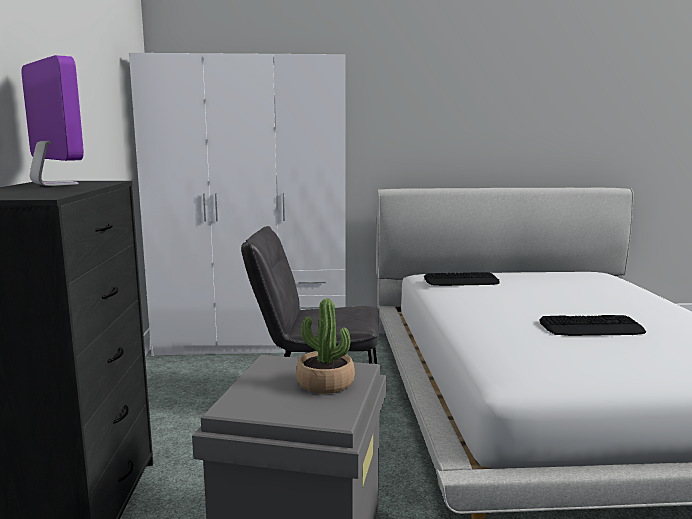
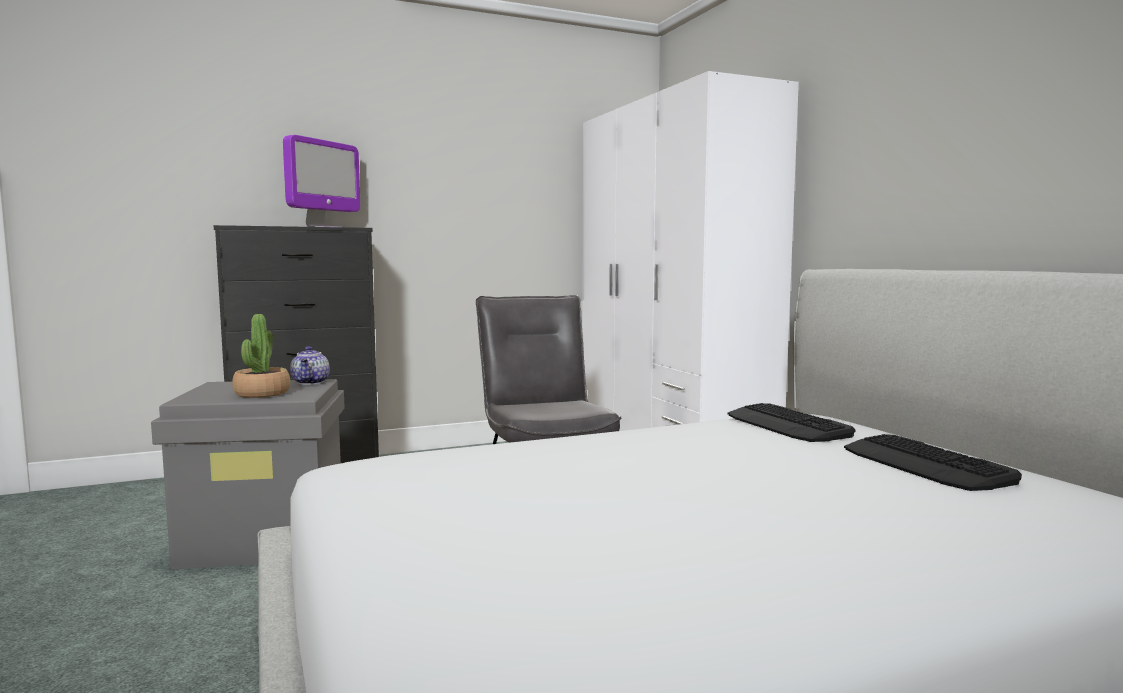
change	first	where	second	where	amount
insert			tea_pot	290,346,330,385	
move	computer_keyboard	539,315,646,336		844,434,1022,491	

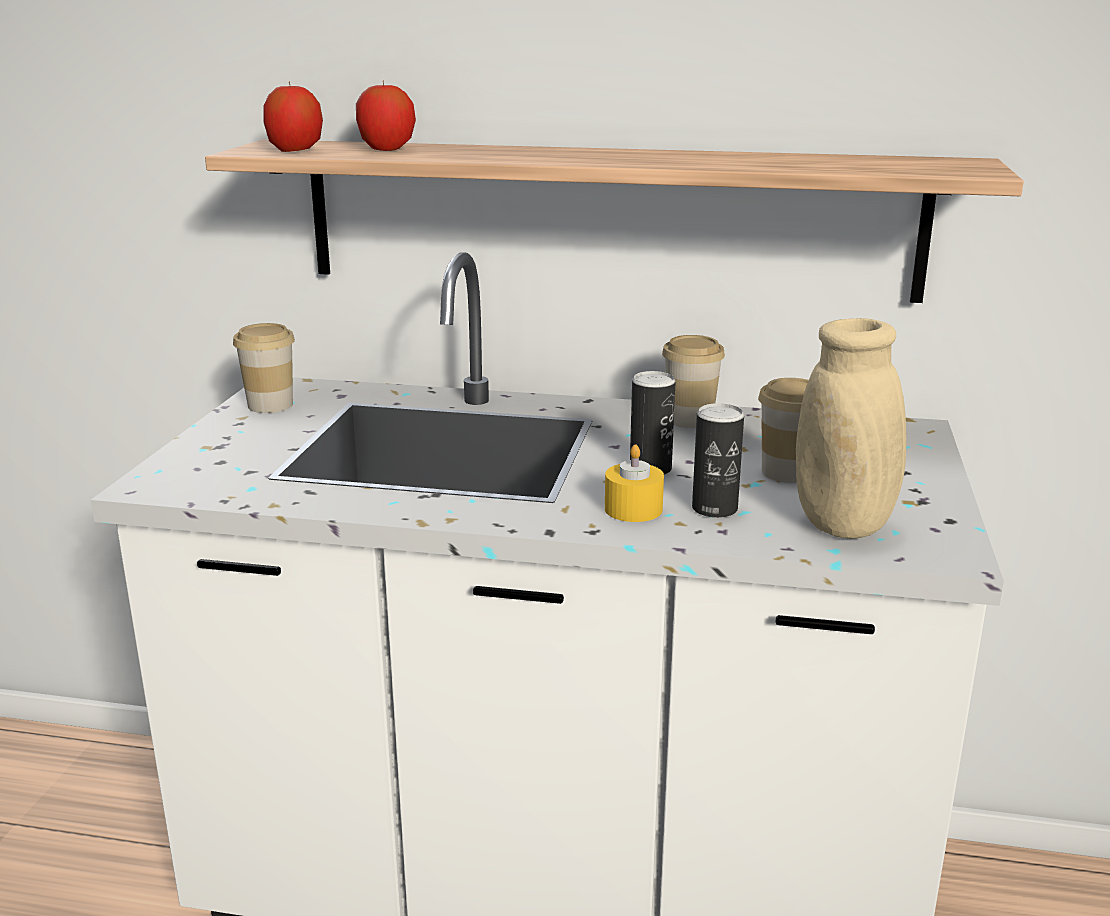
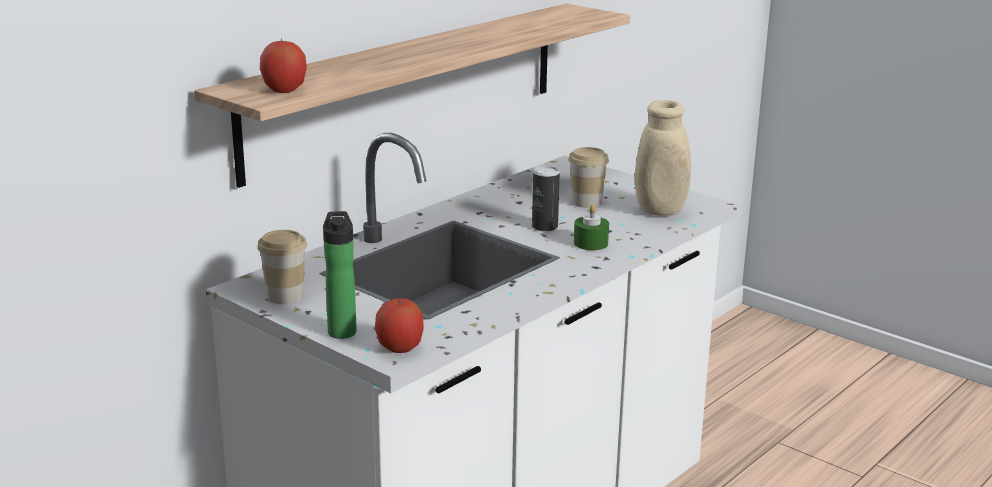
change	first	where	second	where	amount
insert			bottle	323,211,357,339	
move	whole_apple	356,81,416,151		375,298,424,353	
recolor	yellow-coloured_candle	605,444,664,522	greenish_candle	574,205,609,250	
delete	small_cup	662,335,725,428			
delete	metal_can	692,403,744,518			

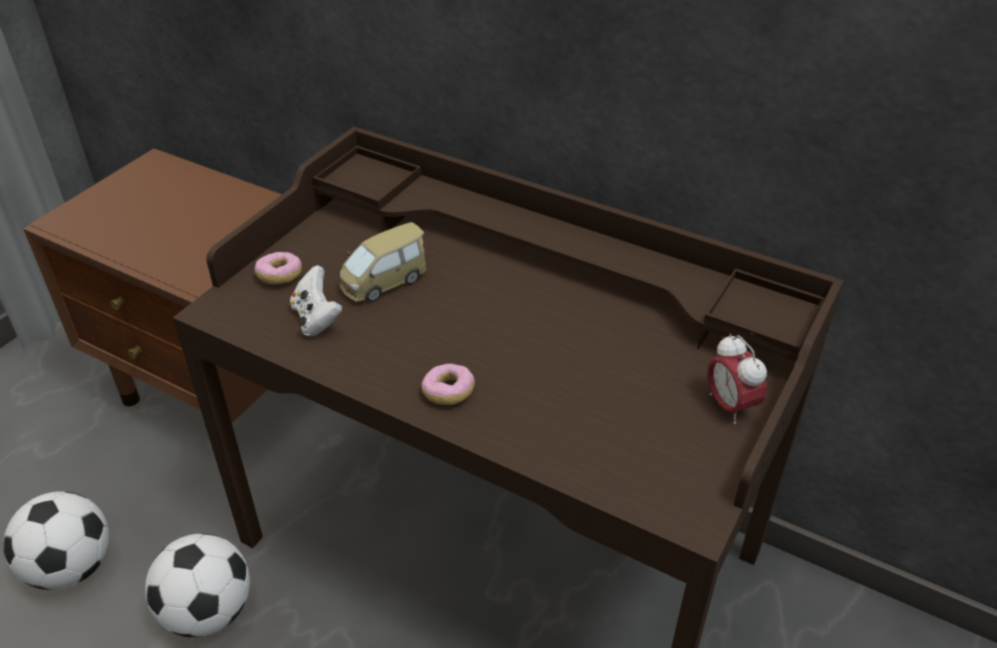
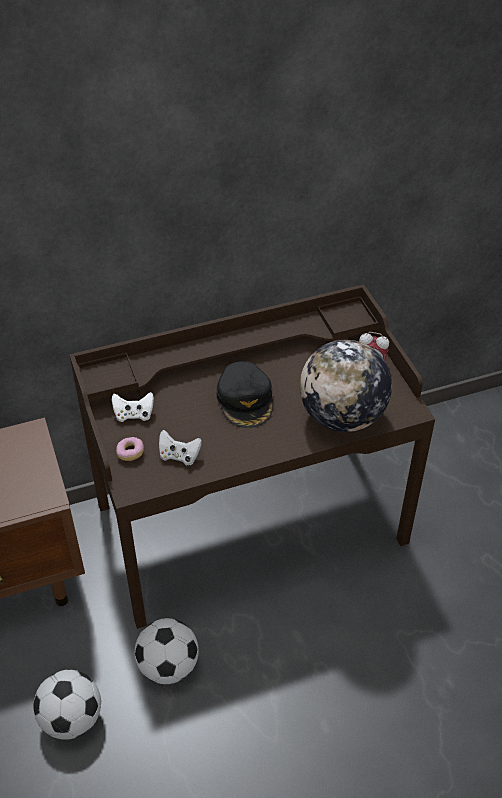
change	first	where	second	where	amount
insert			whitish_joypad	112,392,154,422	
insert			black-coloured_cap	216,361,273,428	
insert			world_globe	300,340,392,432	
delete	toy_car	340,222,426,302			
delete	doughnut	421,364,475,405			

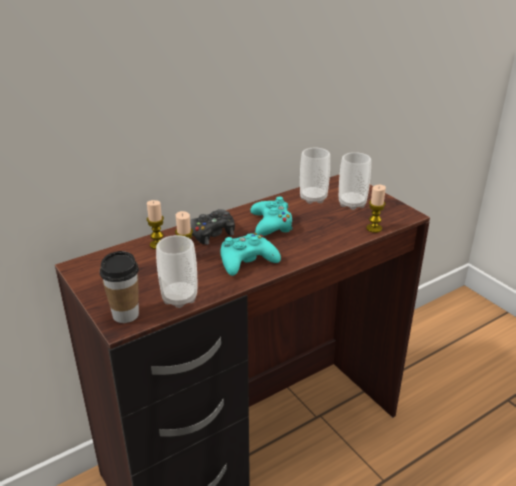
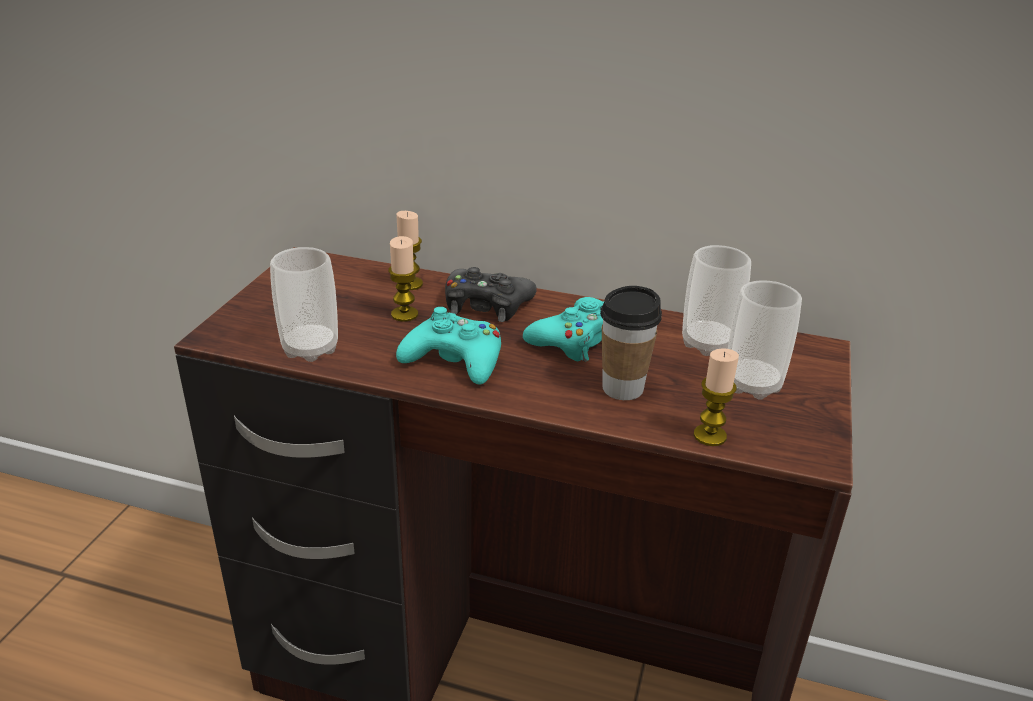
change	first	where	second	where	amount
move	small_cup	100,251,139,323		600,286,662,400	

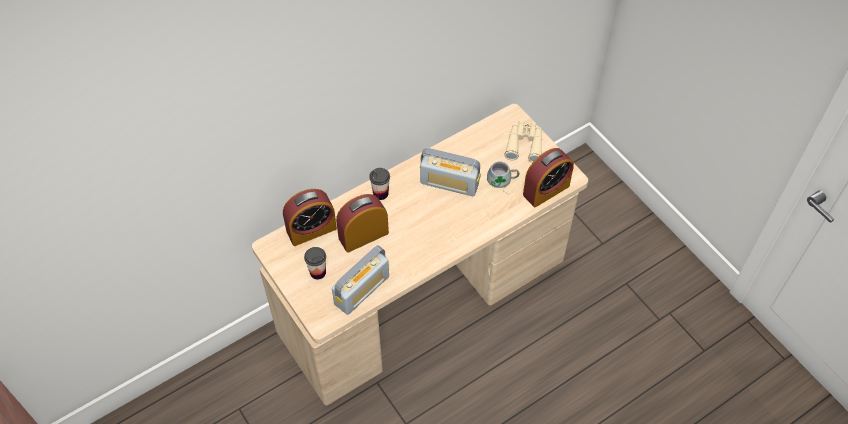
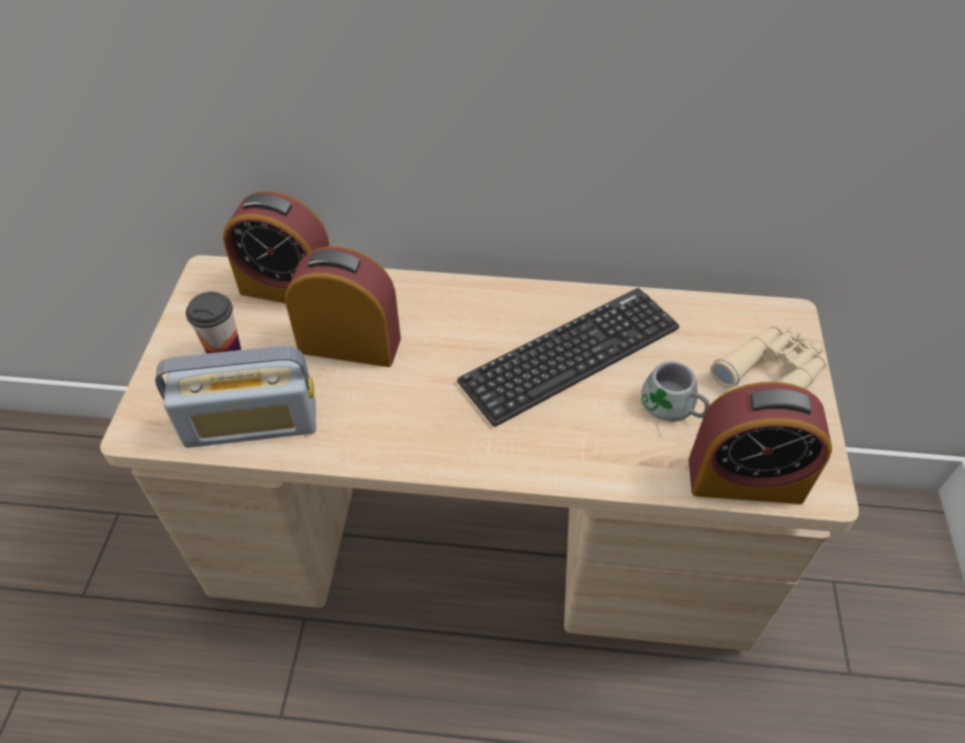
change	first	where	second	where	amount
replace	radio_set	420,148,481,196	computer_keyboard	457,288,679,427	
delete	small_cup	369,168,390,200			

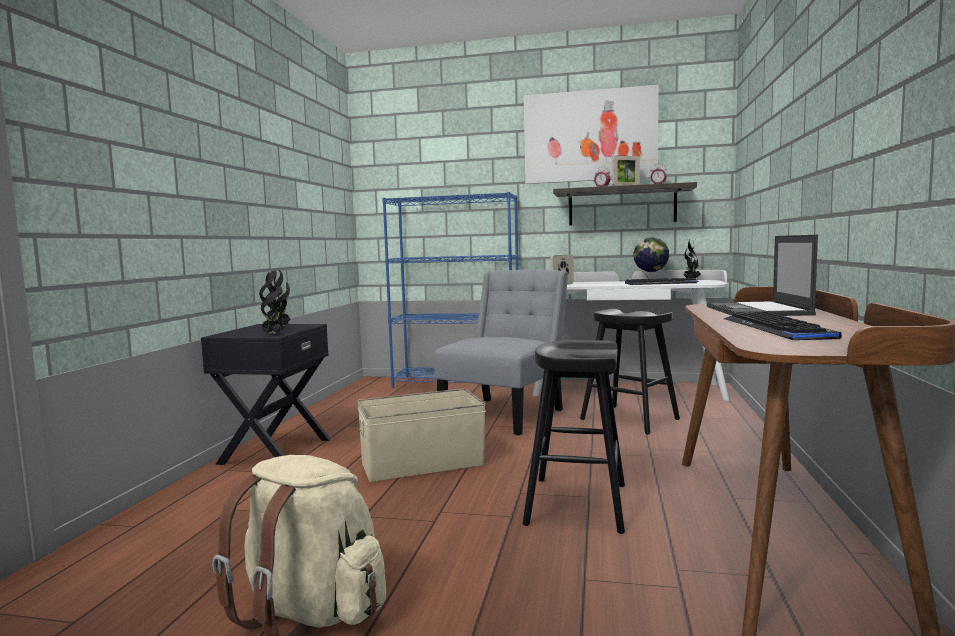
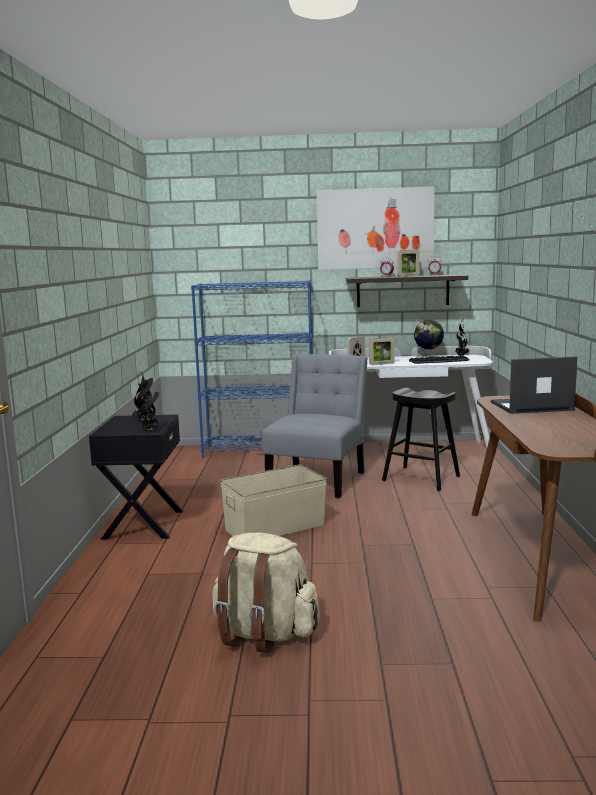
change	first	where	second	where	amount
insert			picture_frame	369,337,395,365	
rotate	notebook_computer	707,235,818,316		491,357,577,414	90 degrees clockwise
delete	black-coloured_sitting_stool	523,340,625,534			
delete	computer_keyboard	724,312,842,340			

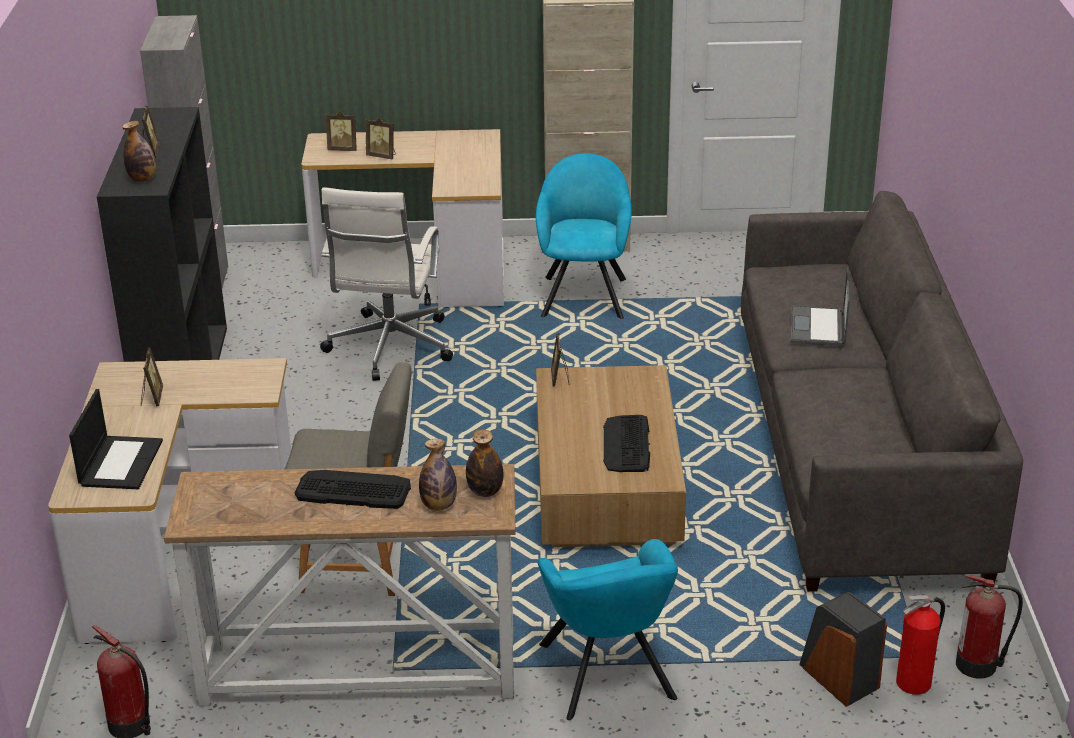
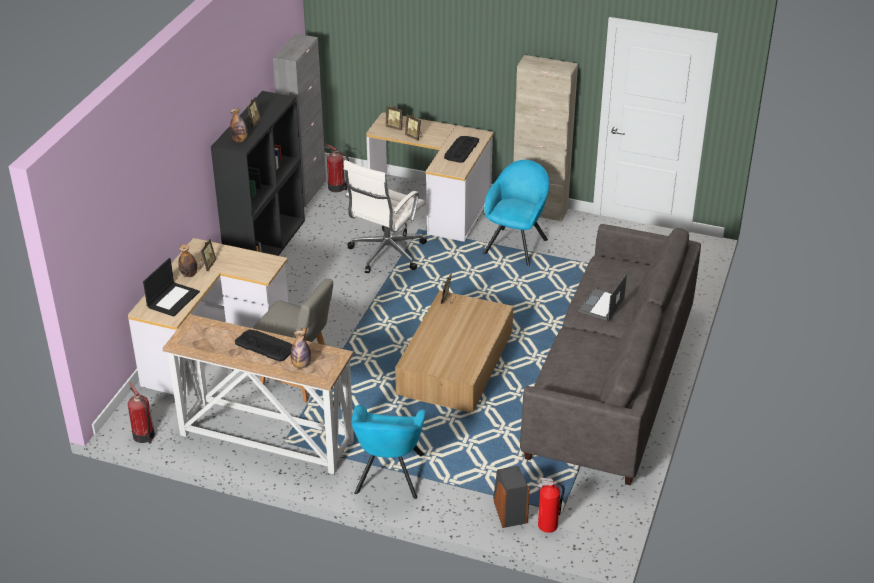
change	first	where	second	where	amount
move	bottle	466,429,503,497		178,244,197,277	
move	fire-fighting_cylinder	956,574,1023,679		325,143,349,192	
move	computer_keyboard	603,415,650,472		444,136,479,163	

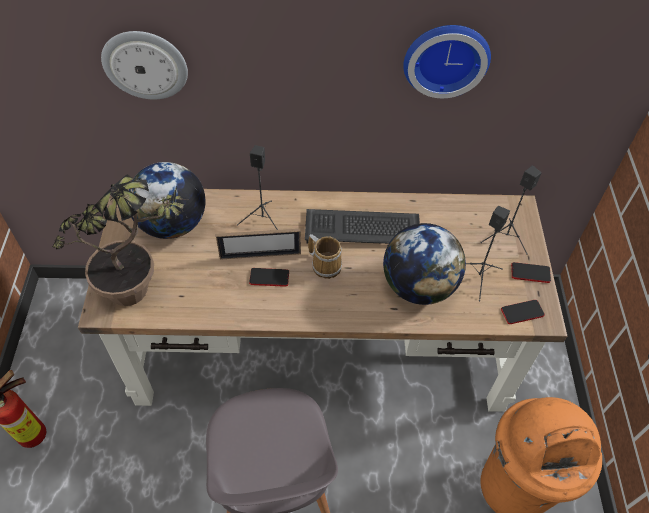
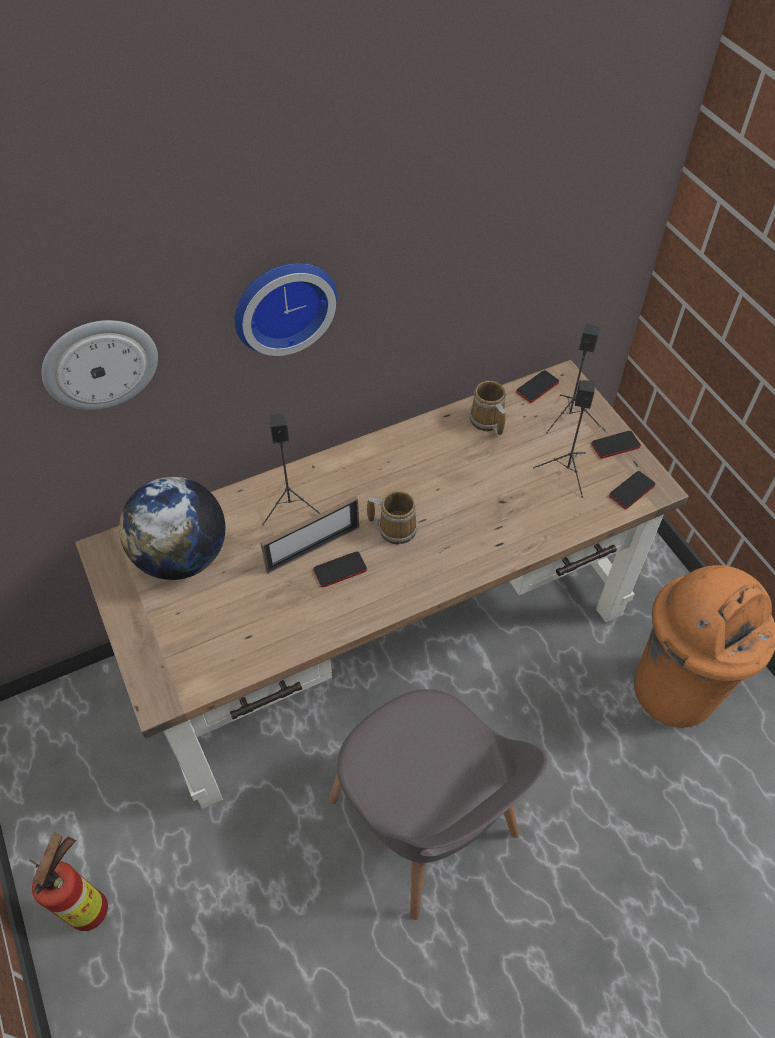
change	first	where	second	where	amount
move	hanging_clock	403,25,491,98		235,263,337,356	
insert			coffee_mug	470,381,506,435	
insert			telephone	516,370,559,403	
delete	houseplant	53,174,191,306			
delete	computer_keyboard	305,209,420,244			
delete	world_globe	383,223,466,305			

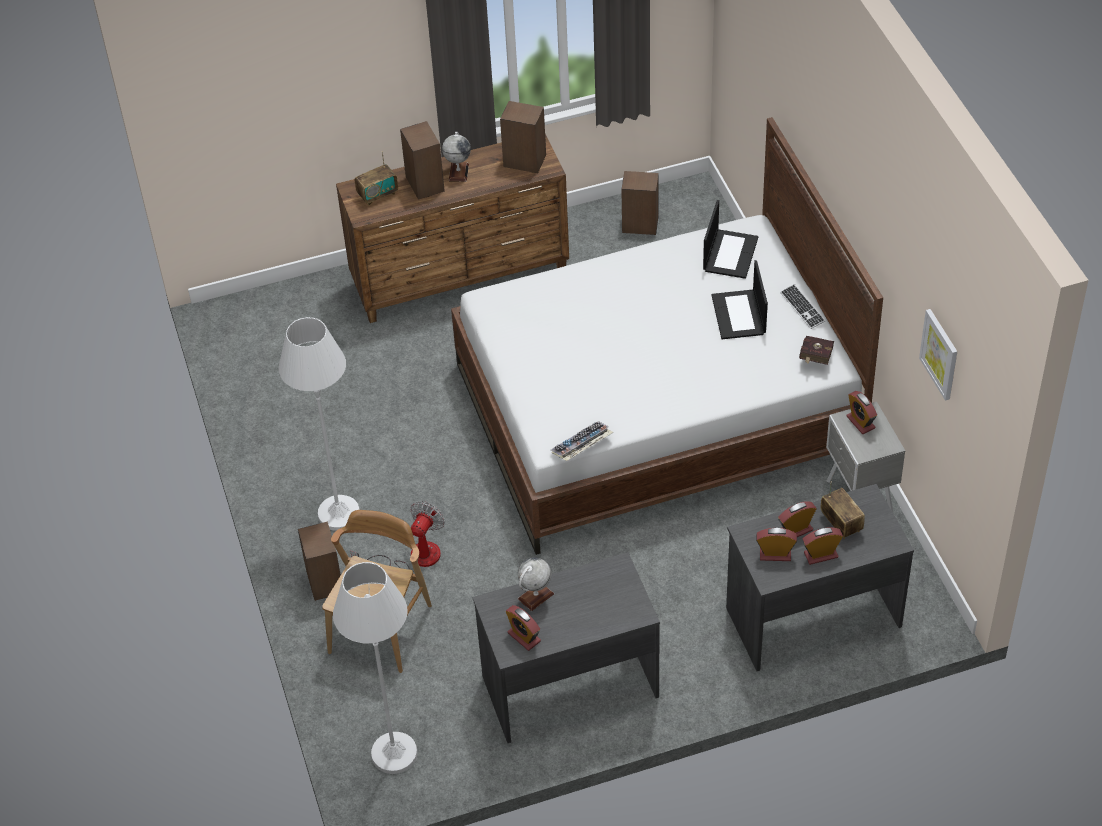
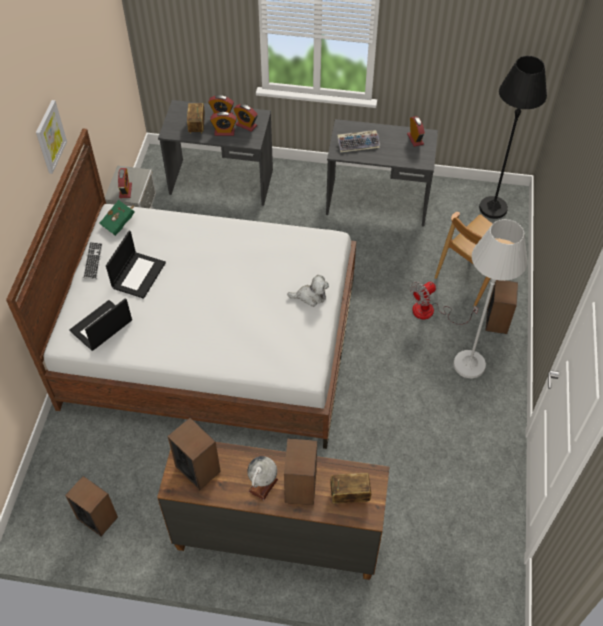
change	first	where	second	where	amount
move	wall_art	919,309,957,401		36,100,67,174	
recolor	red-coloured_volume	799,336,834,365	greenish_volume	99,200,135,236	
insert			cuddly_toy	287,275,329,307	
move	computer_keyboard	551,421,614,461		337,130,380,153	
recolor	whitish_floor_lamp	333,562,418,774	black-coloured_floor_lamp	479,56,547,219	
delete	world_globe	518,557,554,611			

